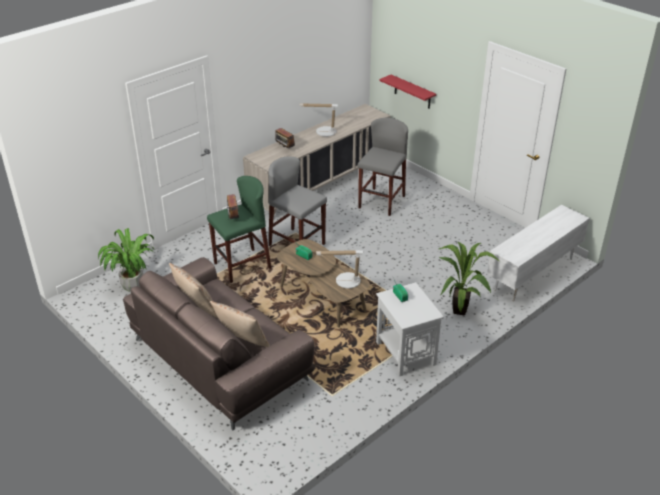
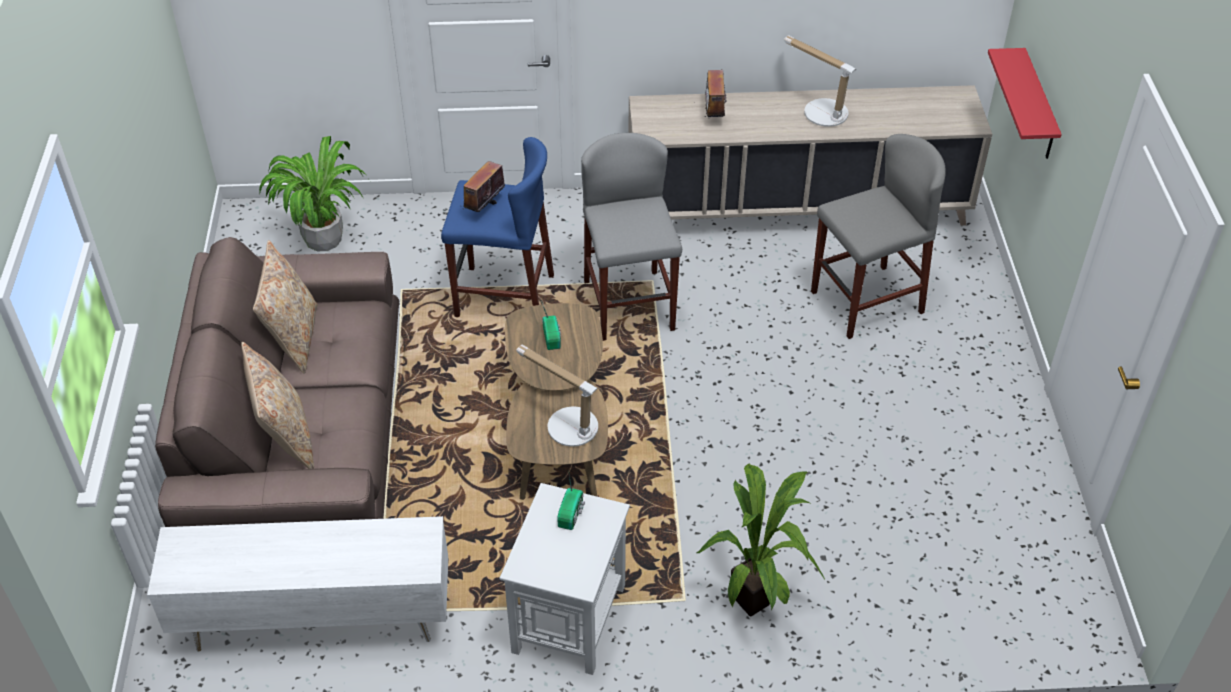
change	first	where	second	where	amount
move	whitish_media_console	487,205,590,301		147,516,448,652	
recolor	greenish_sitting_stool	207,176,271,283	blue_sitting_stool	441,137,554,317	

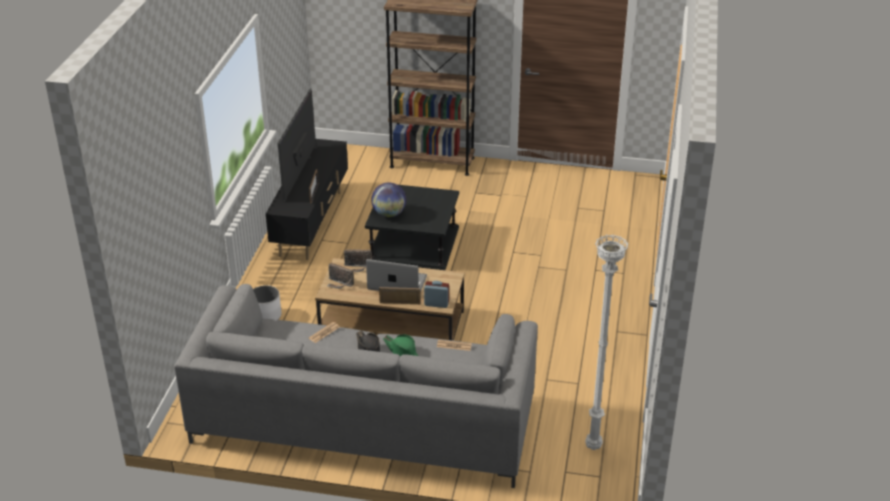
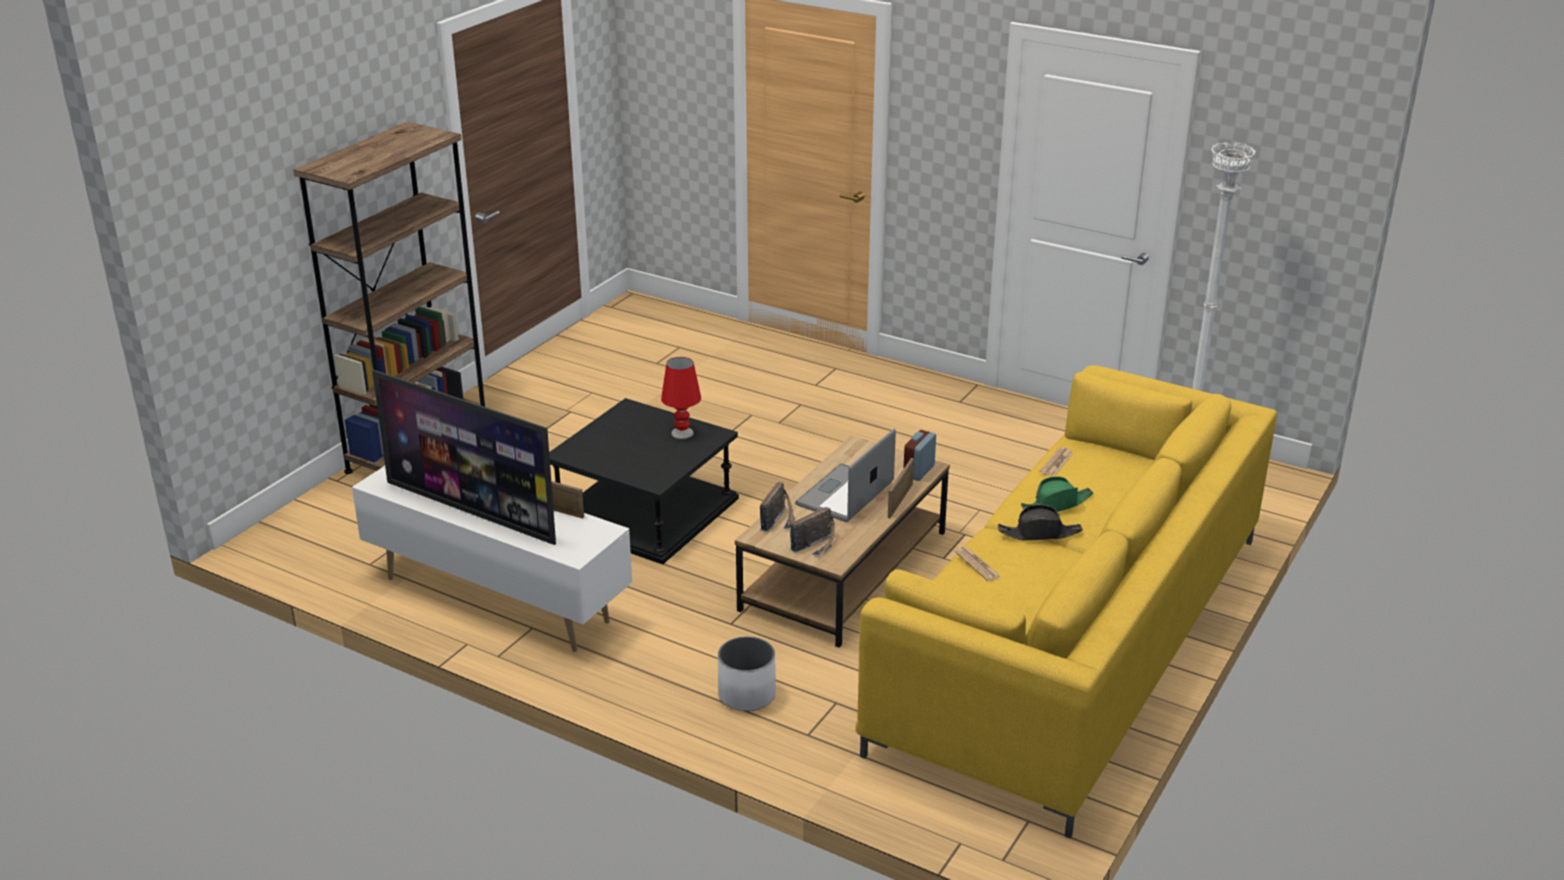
change	first	where	second	where	amount
recolor	black-coloured_media_console	266,139,348,260	whitish_media_console	352,466,632,652	
insert			red-coloured_table_lamp	661,357,701,439	
recolor	greyish_settee	174,284,538,488	yellow-coloured_settee	856,365,1277,838	
delete	world_globe	371,183,406,217			

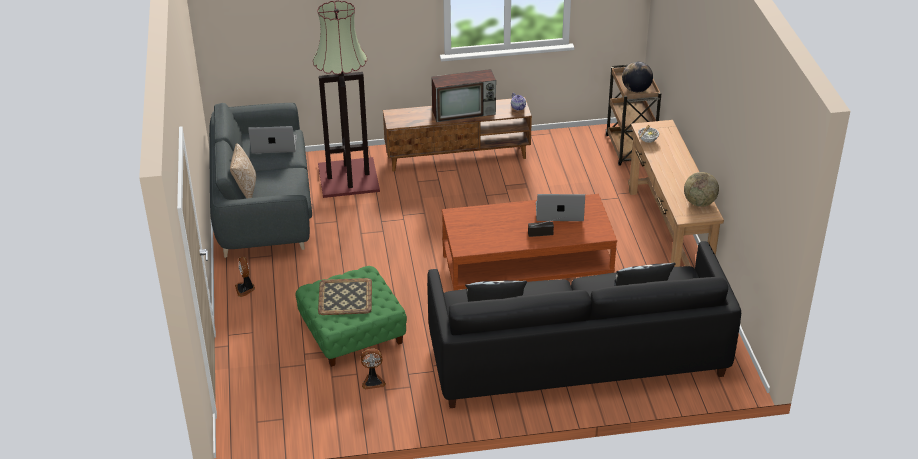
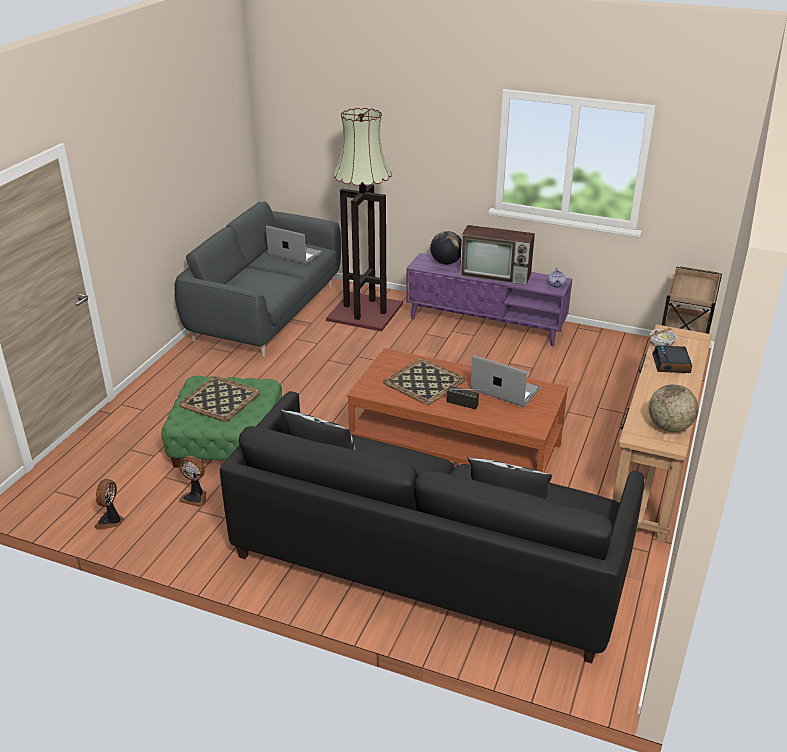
change	first	where	second	where	amount
move	electric_fan	235,257,255,297		94,479,124,530	
insert			serving_tray	383,358,465,405	
recolor	brownish_media_console	383,97,532,172	purple-coloured_media_console	406,253,572,346	
move	world_globe	622,61,653,92		430,231,462,265	
insert			alarm_clock	653,345,692,373	
delete	pillow	230,143,256,198			

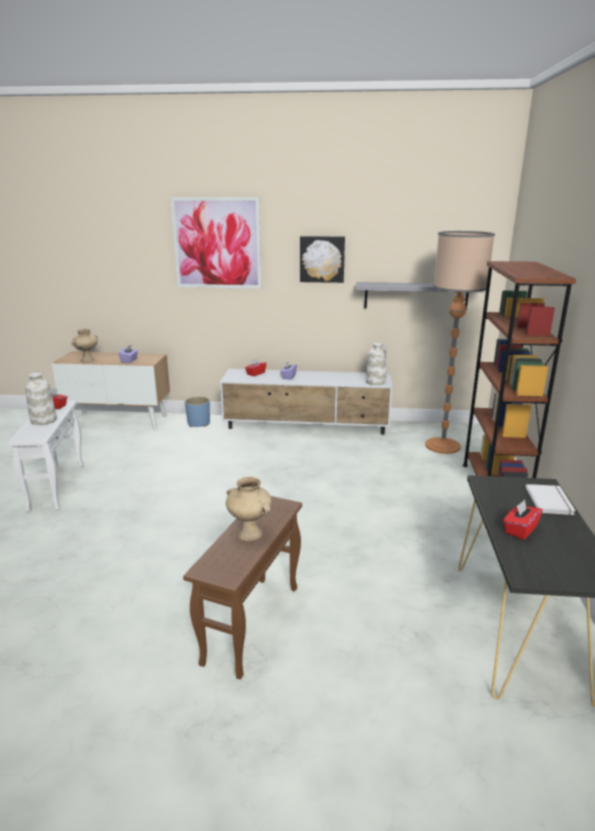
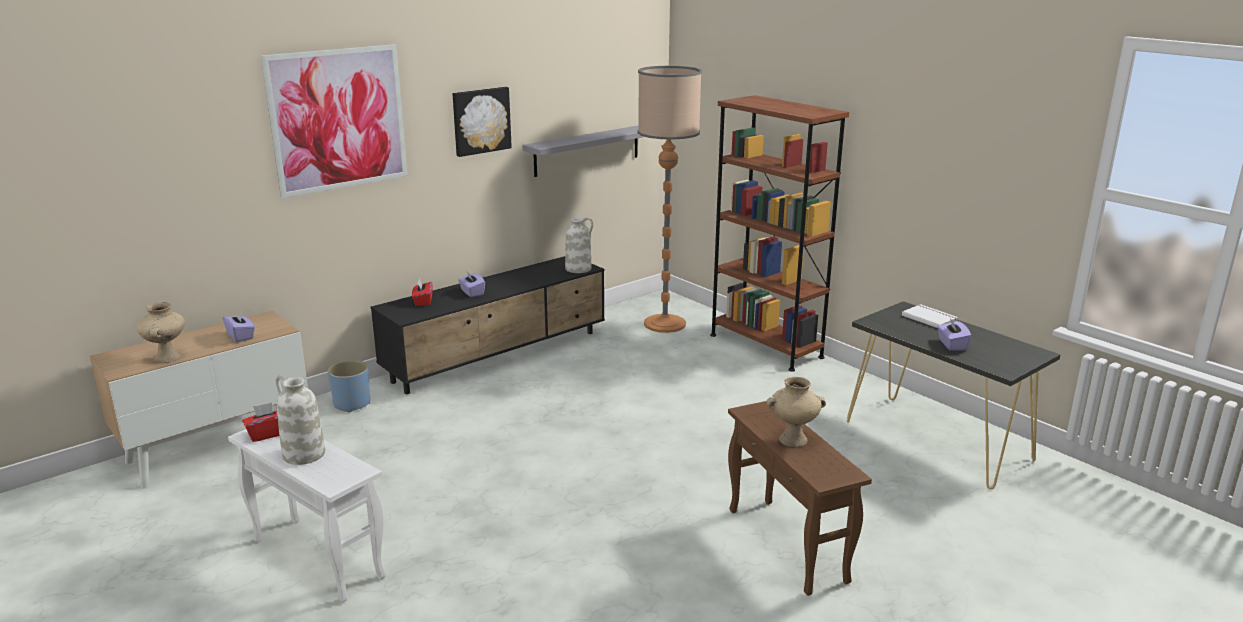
change	first	where	second	where	amount
recolor	whitish_media_console	220,369,393,435	black-coloured_media_console	371,256,605,394	
recolor	red-coloured_tissue_box	503,500,542,540	purple-coloured_tissue_box	938,318,972,351	

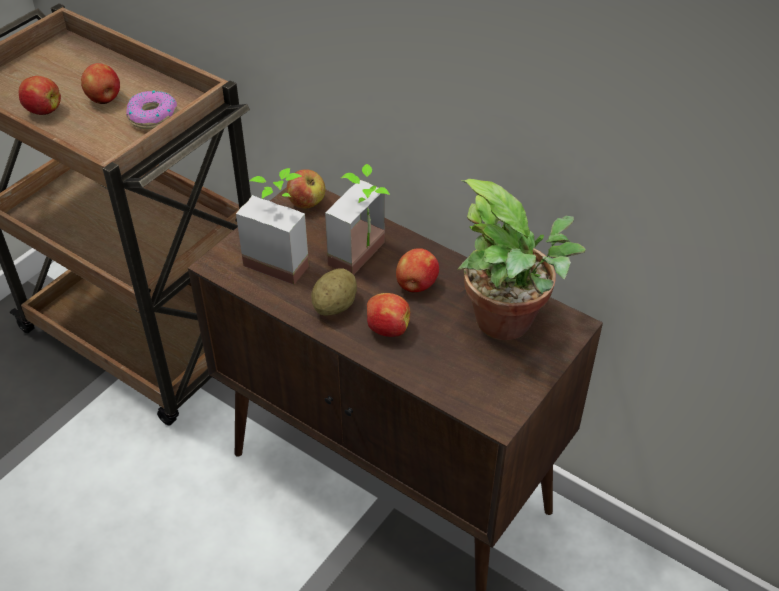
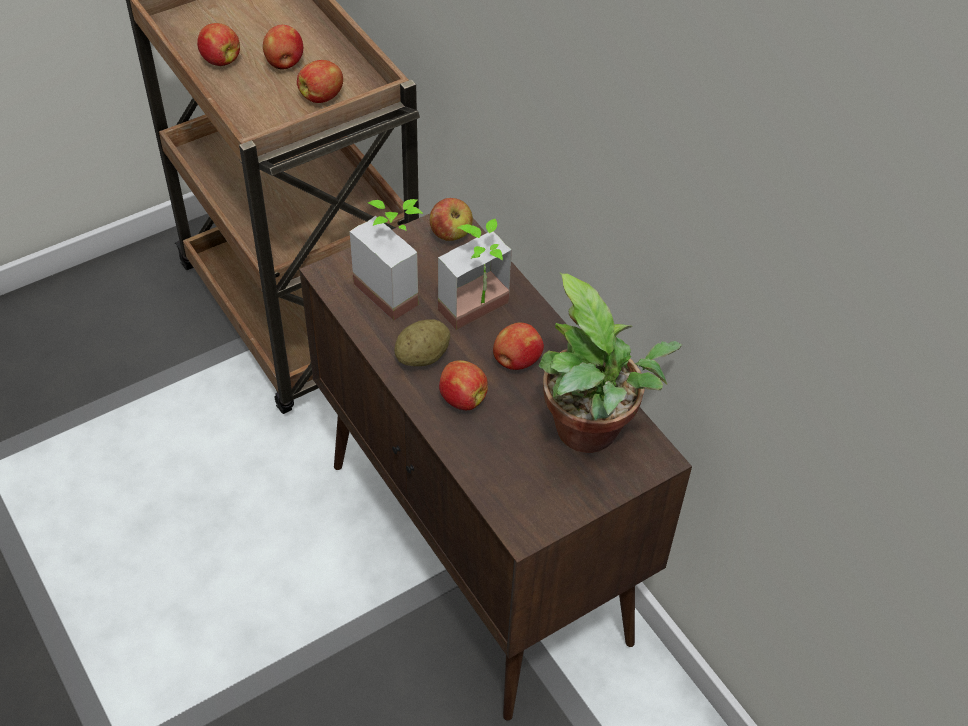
change	first	where	second	where	amount
replace	doughnut	126,90,177,129	whole_apple	297,60,343,103	

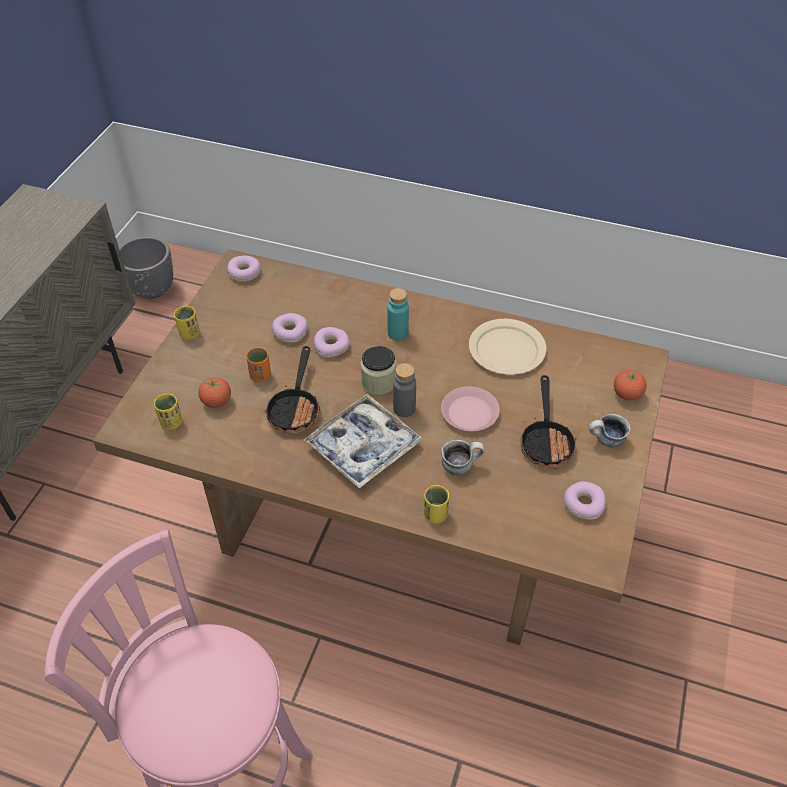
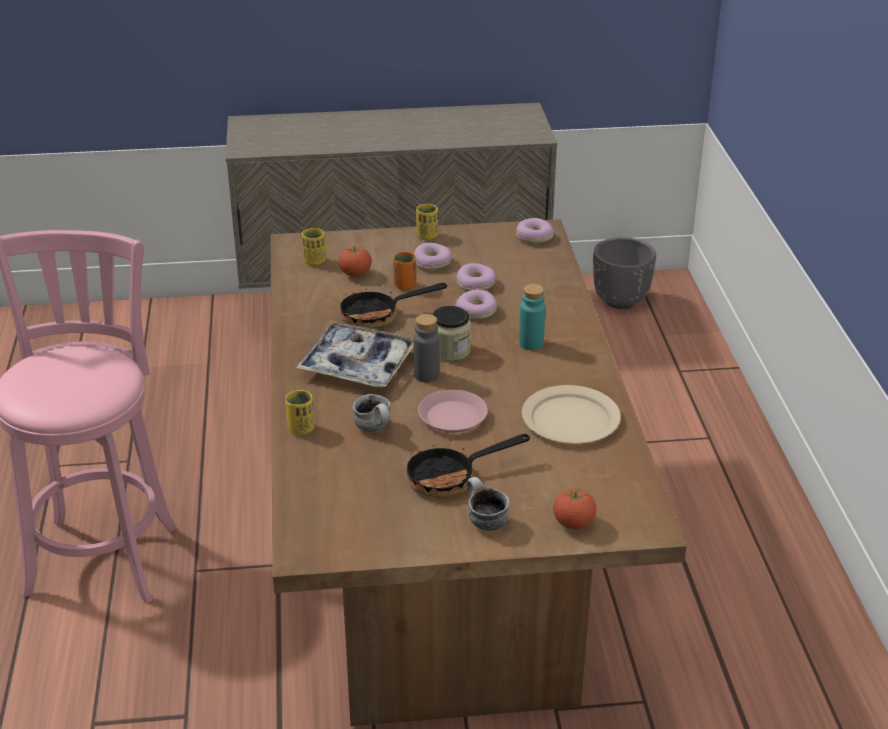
change	first	where	second	where	amount
move	doughnut	563,481,606,520		414,243,451,270	

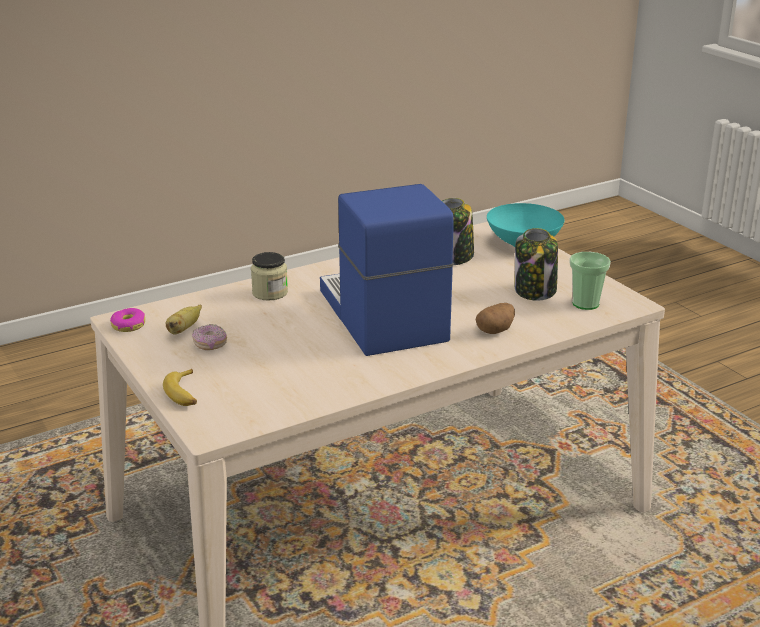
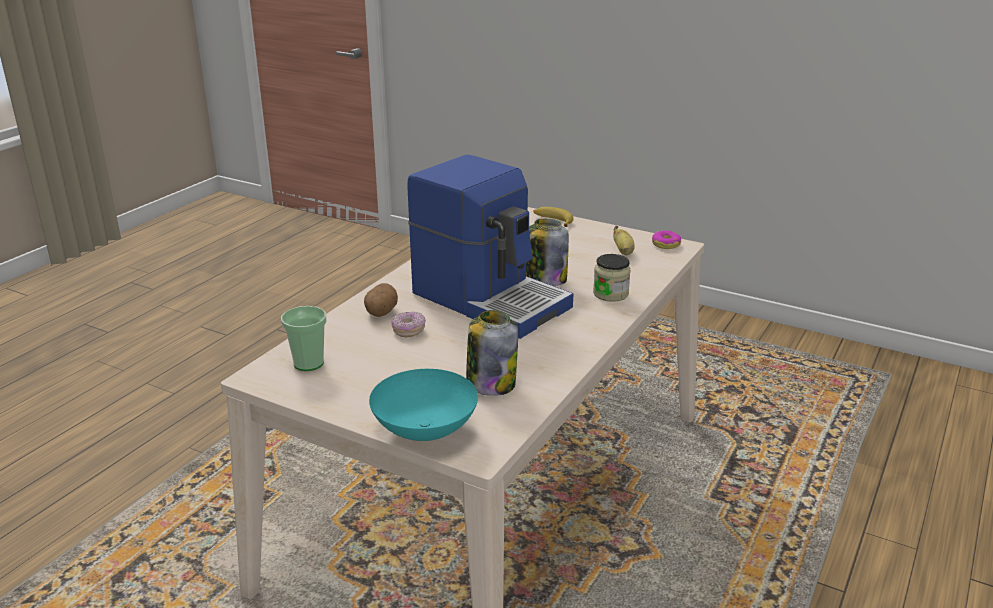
change	first	where	second	where	amount
move	doughnut	192,324,227,350		392,312,426,337	
move	jar	515,228,558,301		526,219,569,286	

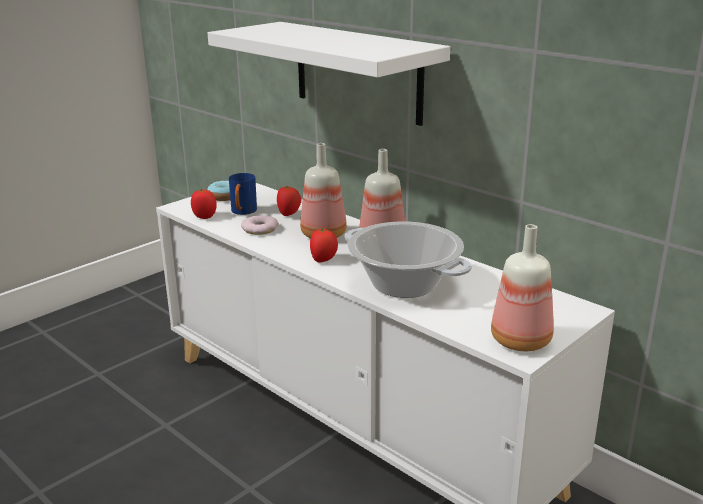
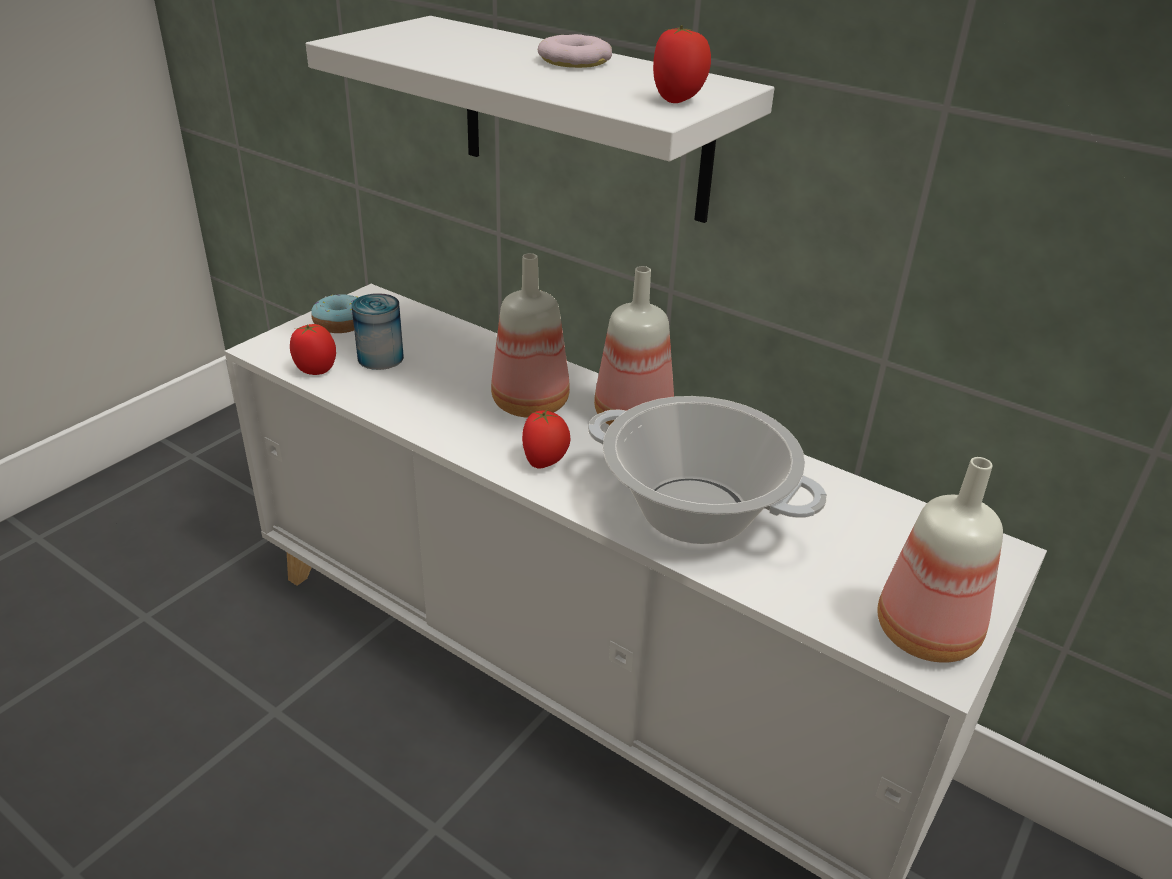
change	first	where	second	where	amount
replace	blue_coffee_mug	229,173,257,215	metal_can	352,293,404,370	
move	doughnut	241,215,279,235		538,34,612,68	
move	whole_tomato	277,186,301,216		653,25,711,103	

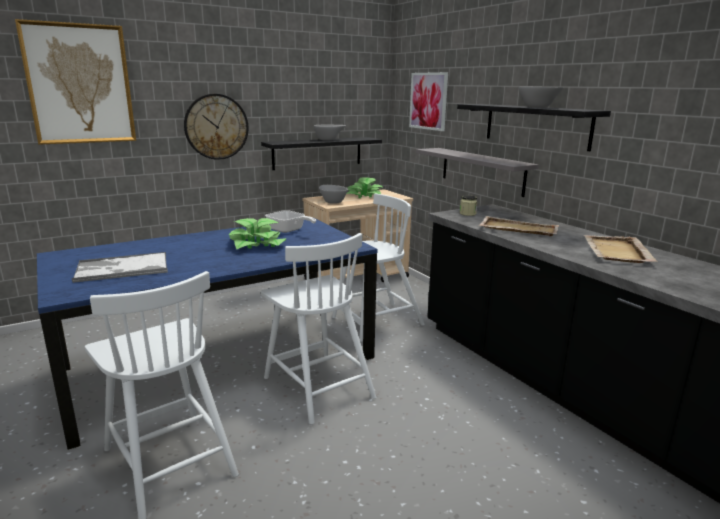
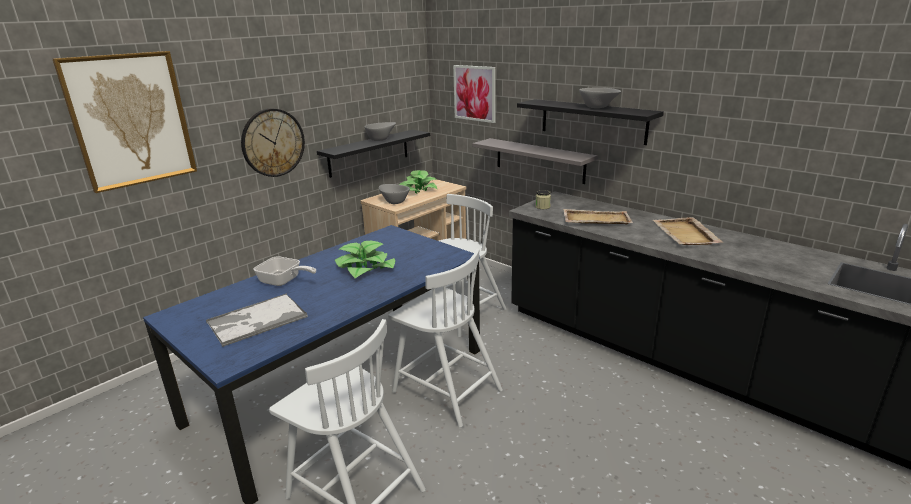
change	first	where	second	where	amount
move	skillet	265,210,316,233		253,256,316,286	

